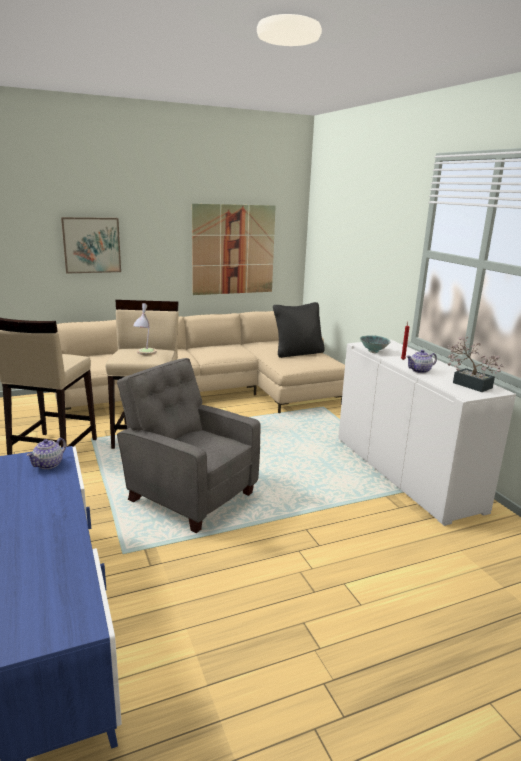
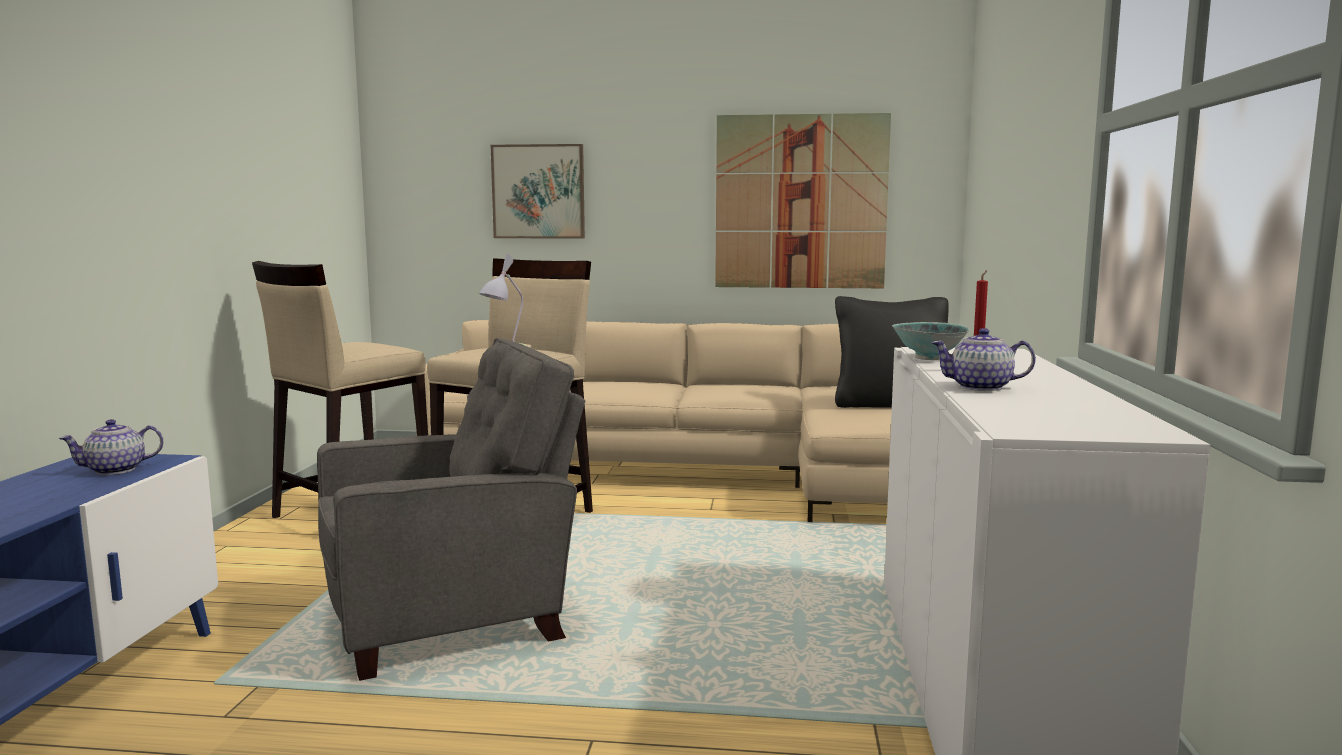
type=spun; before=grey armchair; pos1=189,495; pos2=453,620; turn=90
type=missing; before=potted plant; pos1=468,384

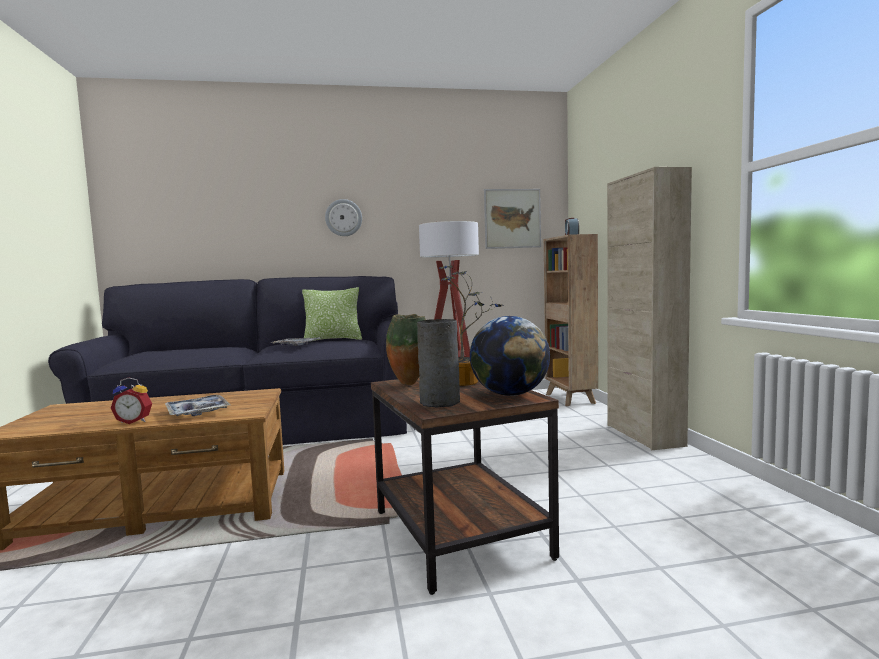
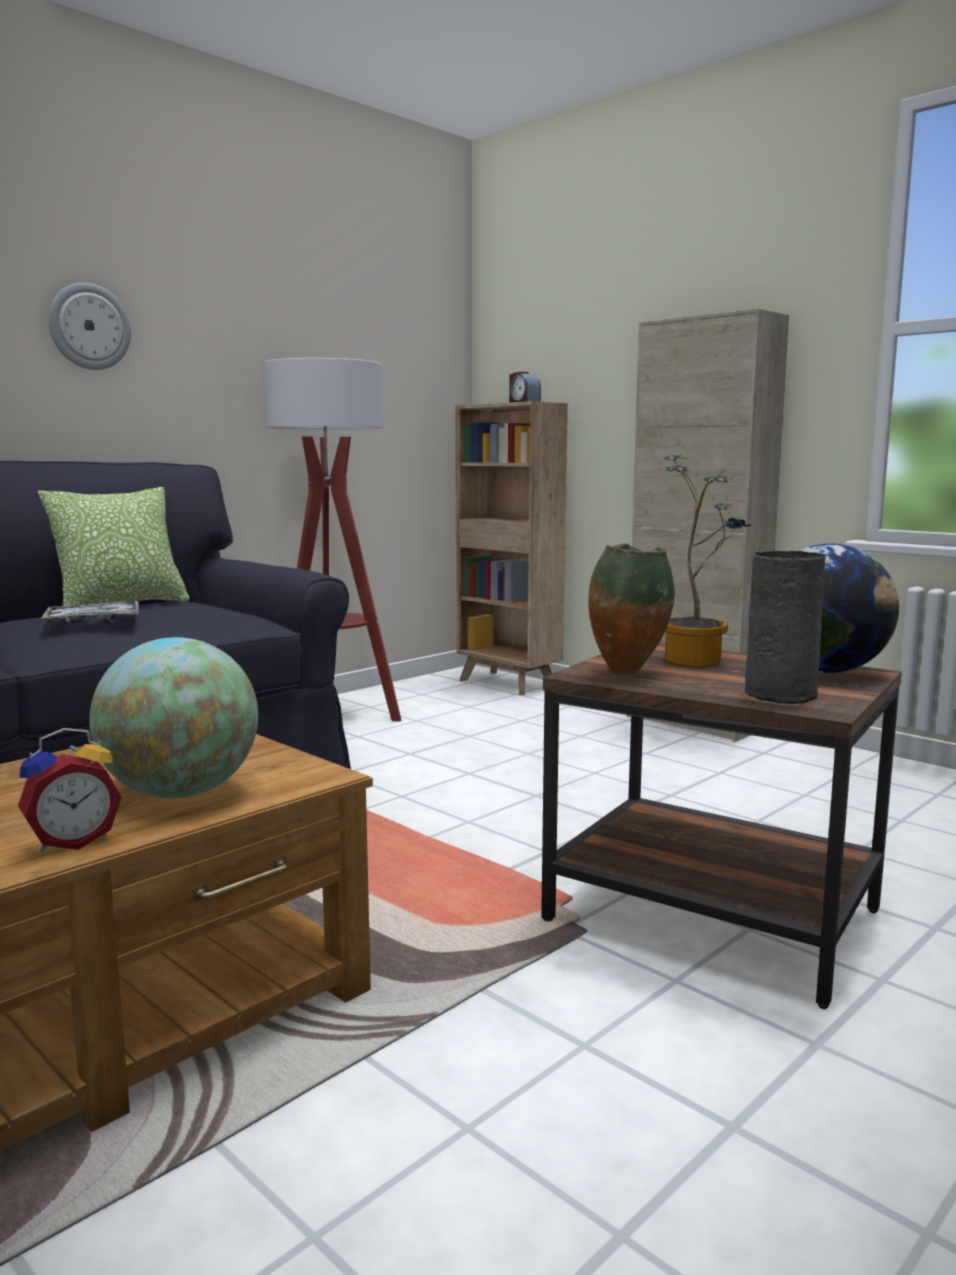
type=exchanged; before=tray; after=globe; pos1=197,412; pos2=181,793
type=missing; before=picture; pos1=512,218

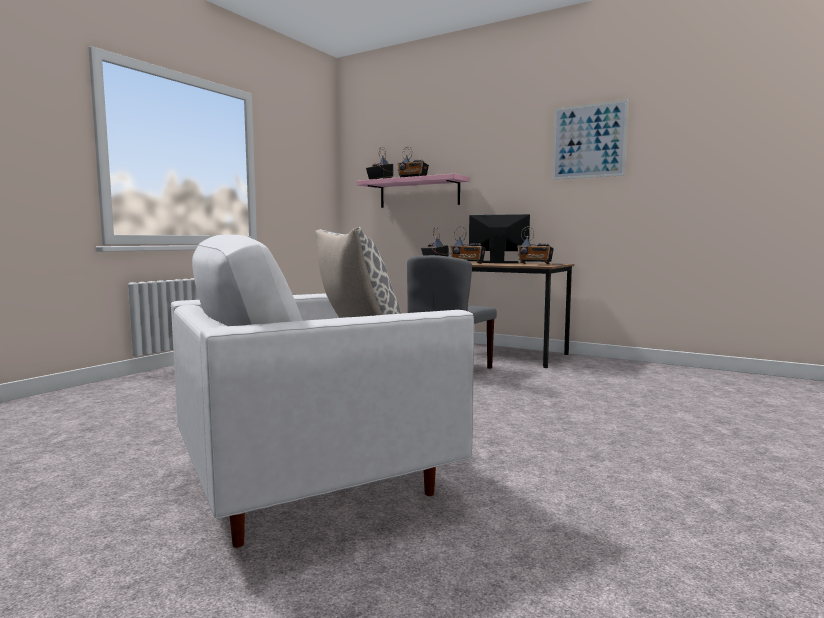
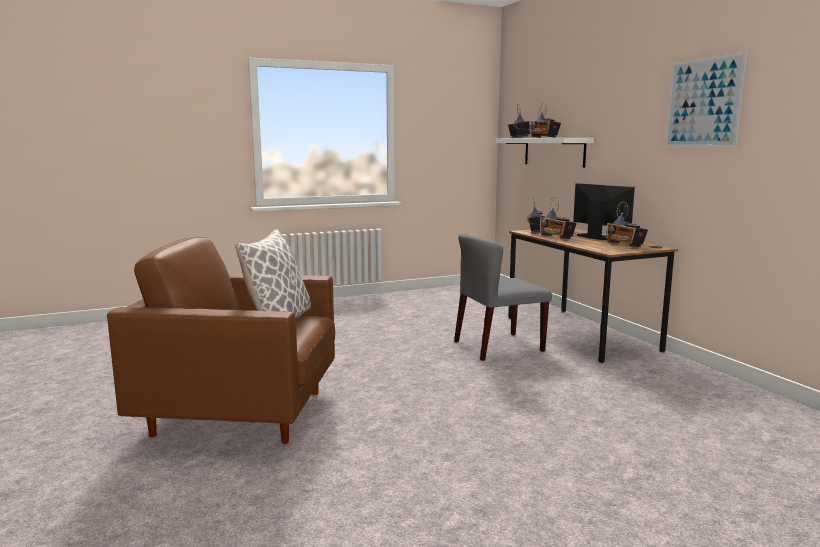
type=colour; before=white armchair; after=brown armchair; pos1=316,482; pos2=243,413
type=colour; before=pink shelf; after=white shelf; pos1=419,193; pos2=554,152

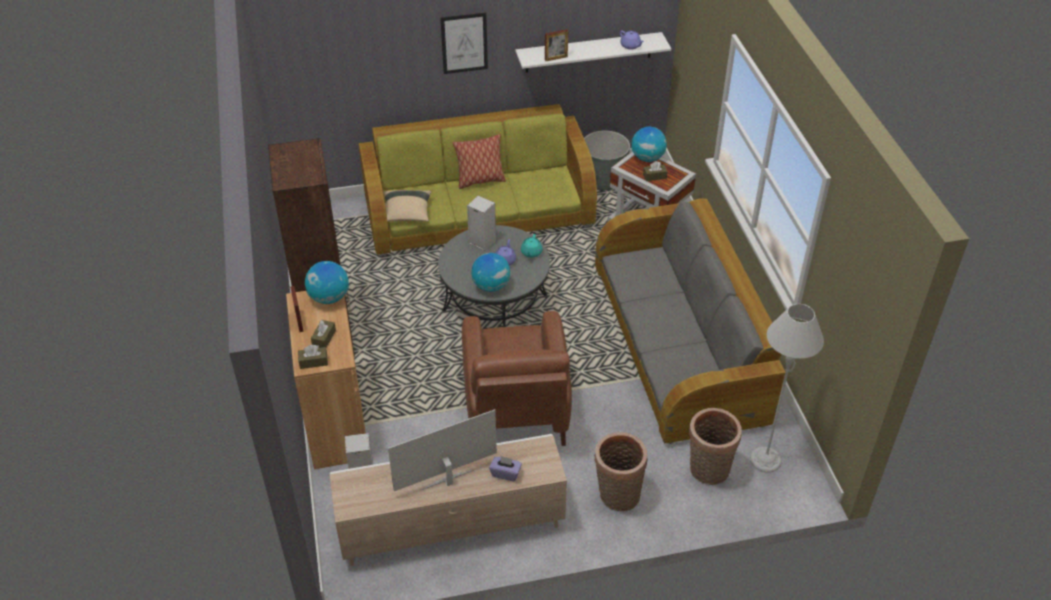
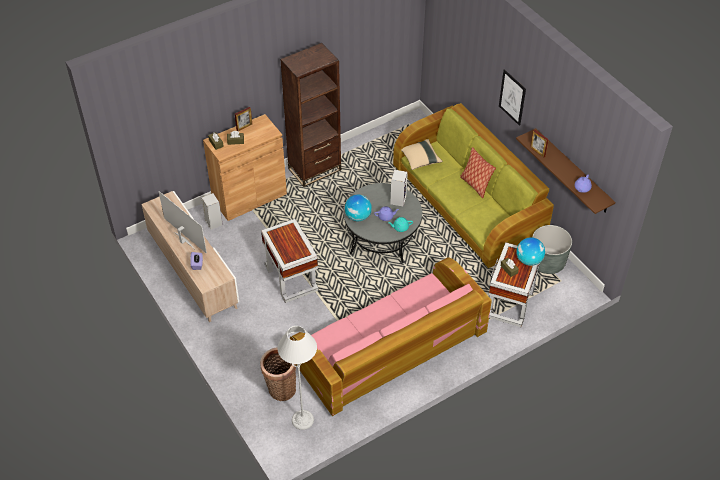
type=exchanged; before=brown armchair; after=white side table; pos1=516,412; pos2=291,277
type=colour; before=grey sofa; after=pink sofa; pos1=679,345; pos2=389,349
type=colour; before=white shelf; after=brown shelf; pos1=588,52; pos2=572,171
type=missing; before=globe; pos1=329,298
type=missing; before=basket; pos1=617,496

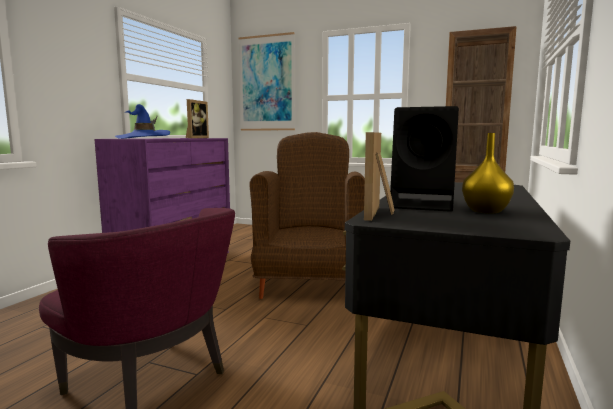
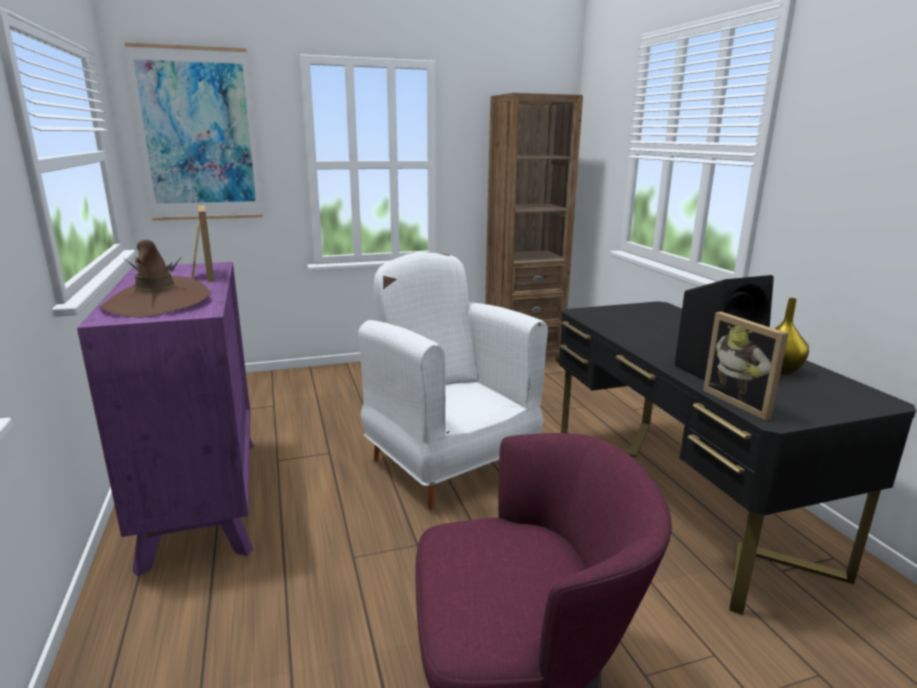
type=colour; before=blue hat; after=brown hat; pos1=143,138; pos2=157,303
type=colour; before=brown armchair; after=white armchair; pos1=311,284; pos2=450,463

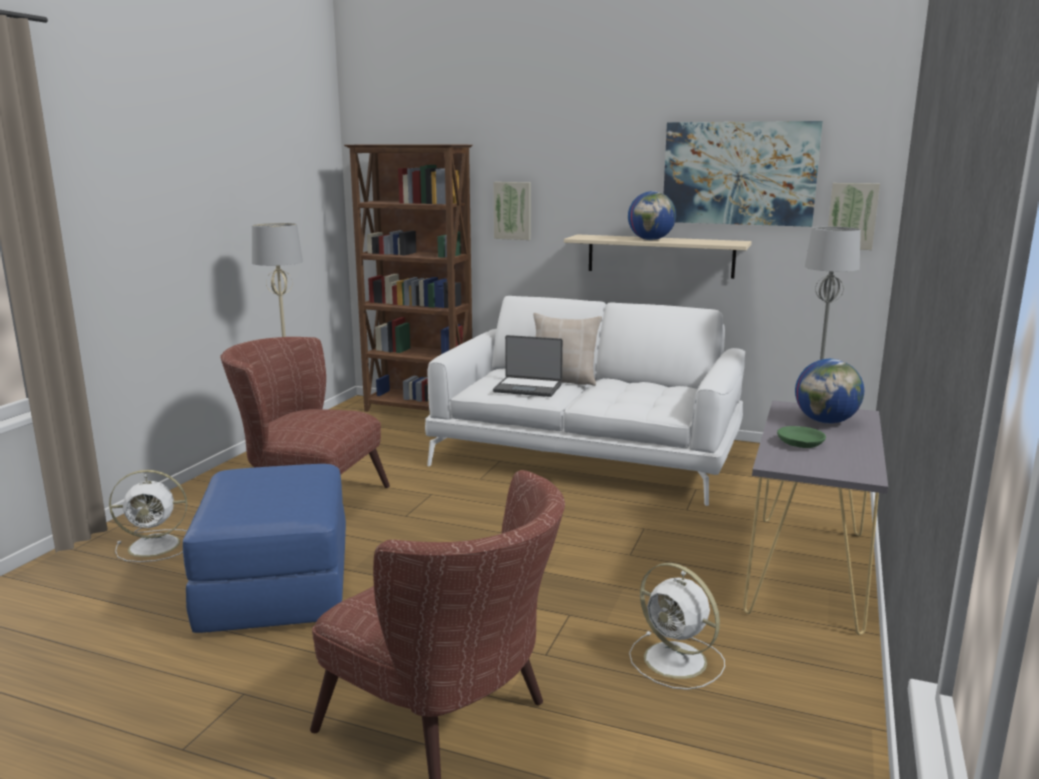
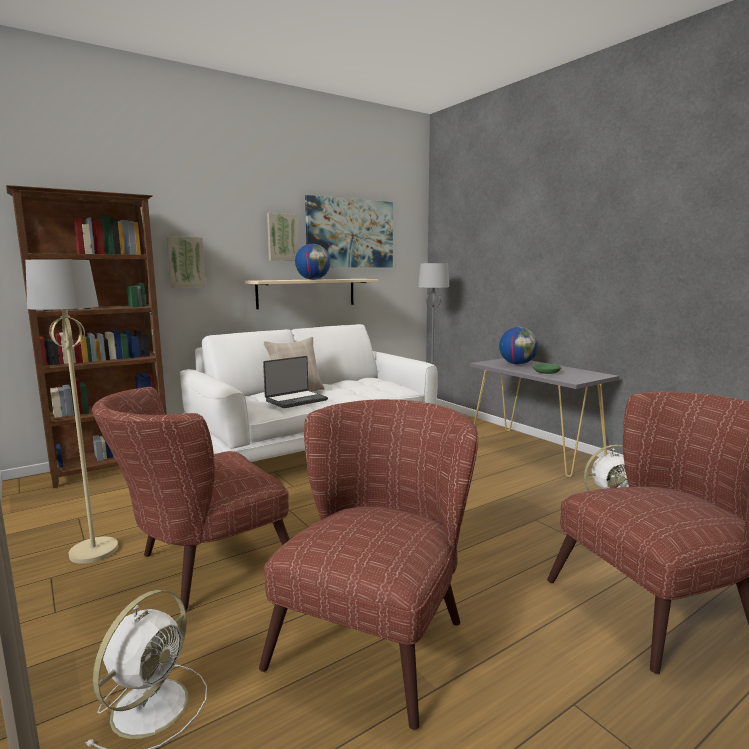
type=exchanged; before=blue ottoman; after=brown armchair; pos1=277,589; pos2=378,632
type=relocated; before=picture; pos1=852,216; pos2=282,237

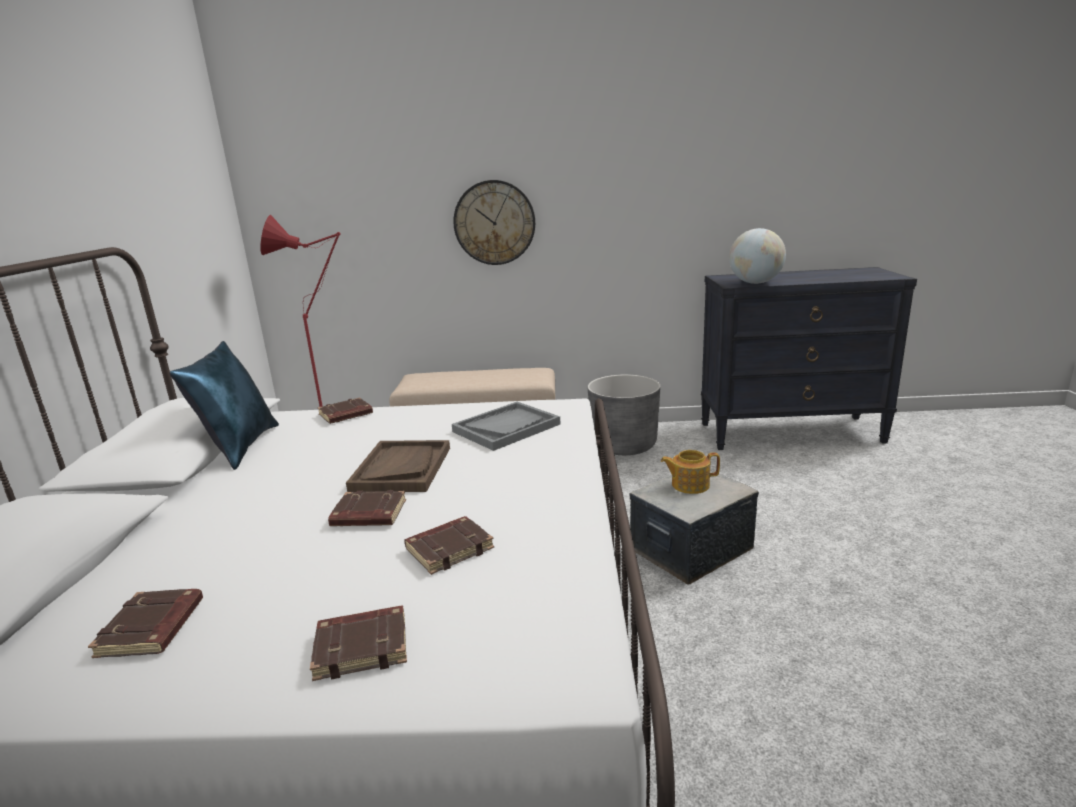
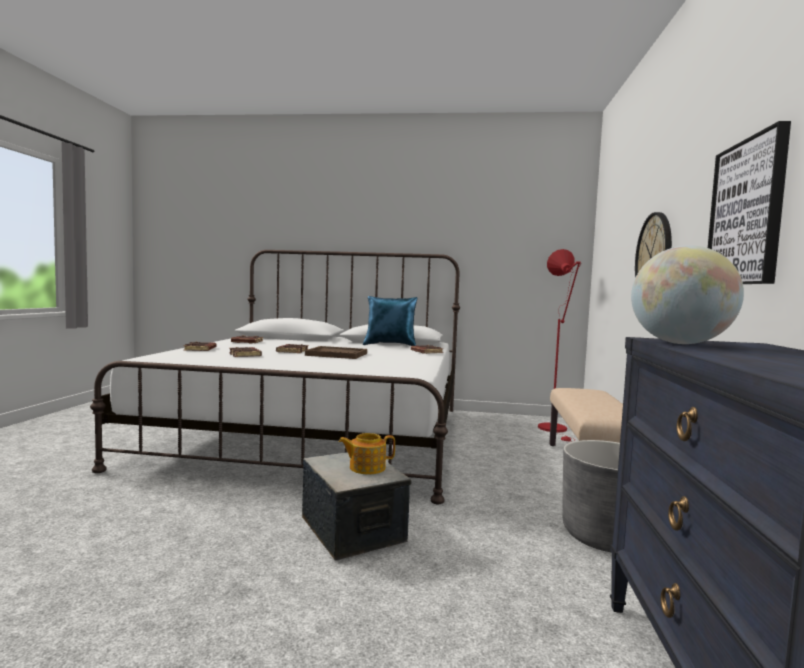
type=spun; before=teapot; pos1=689,485; pos2=366,468; turn=-105
type=appeared; after=picture; pos2=747,213
type=missing; before=grey tray; pos1=506,428

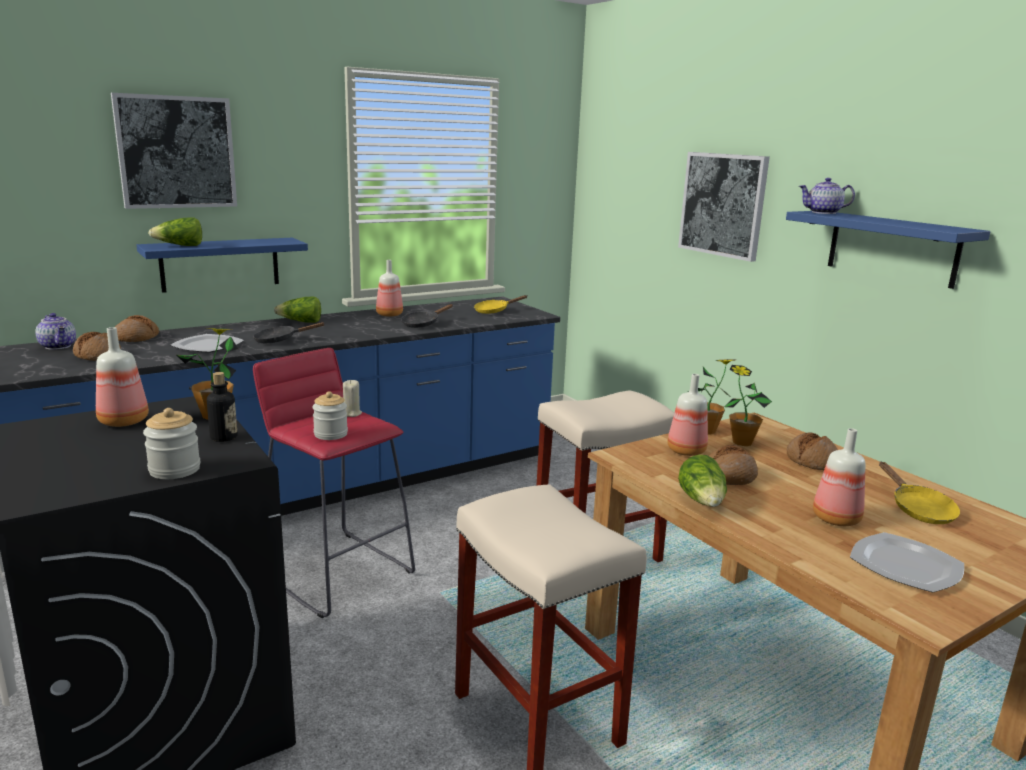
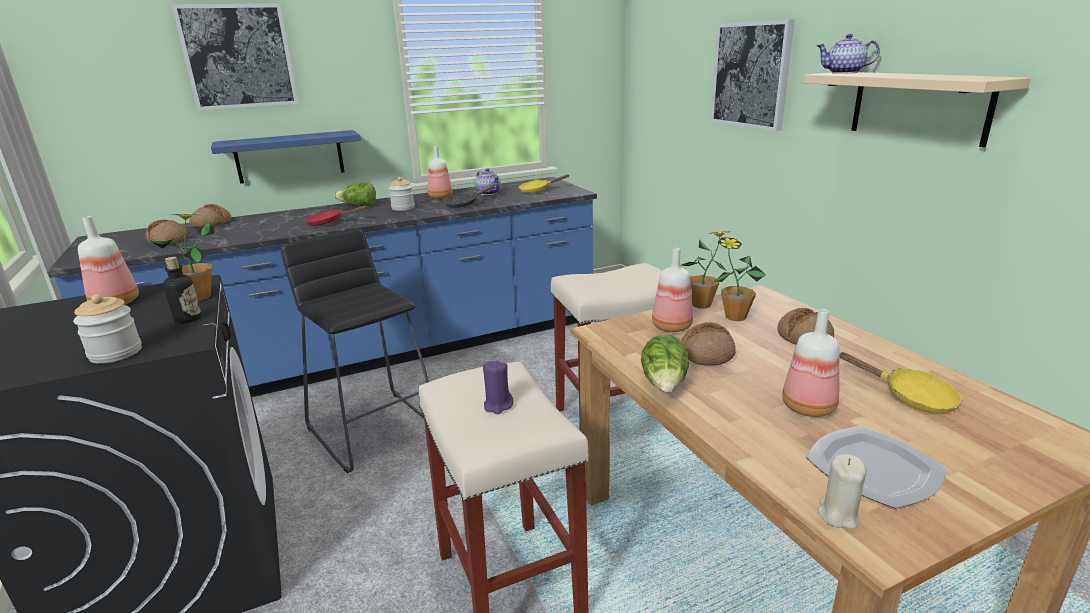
type=colour; before=red stool; after=black stool; pos1=336,571; pos2=374,428
type=colour; before=black frying pan; after=red frying pan; pos1=280,340; pos2=329,222
type=relocated; before=jar; pos1=330,434; pos2=403,208
type=relocated; before=teapot; pos1=59,346; pos2=489,193
type=appeared; after=purple candle; pos2=498,405
type=colour; before=blue shelf; after=beige shelf; pos1=892,248; pos2=918,106
type=relocated; before=beige candle; pos1=351,413; pos2=837,515
type=spun; before=yellow frying pan; pos1=918,509; pos2=910,397; turn=-45
type=missing; before=lettuce; pos1=180,246
type=missing; before=plate; pos1=208,346

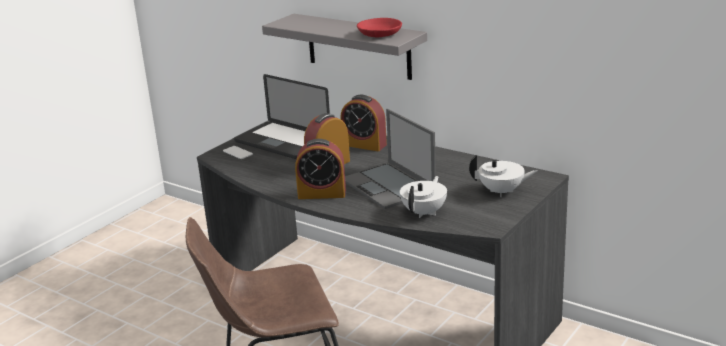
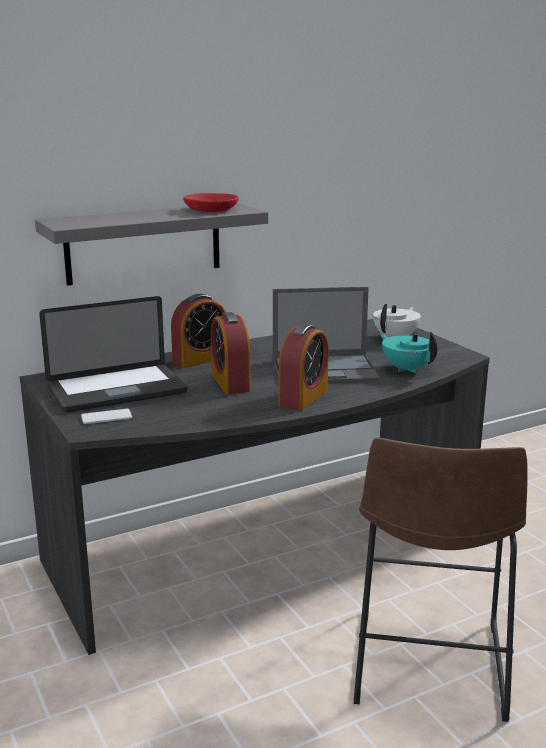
type=colour; before=white teapot; after=turquoise teapot; pos1=424,212; pos2=406,369

